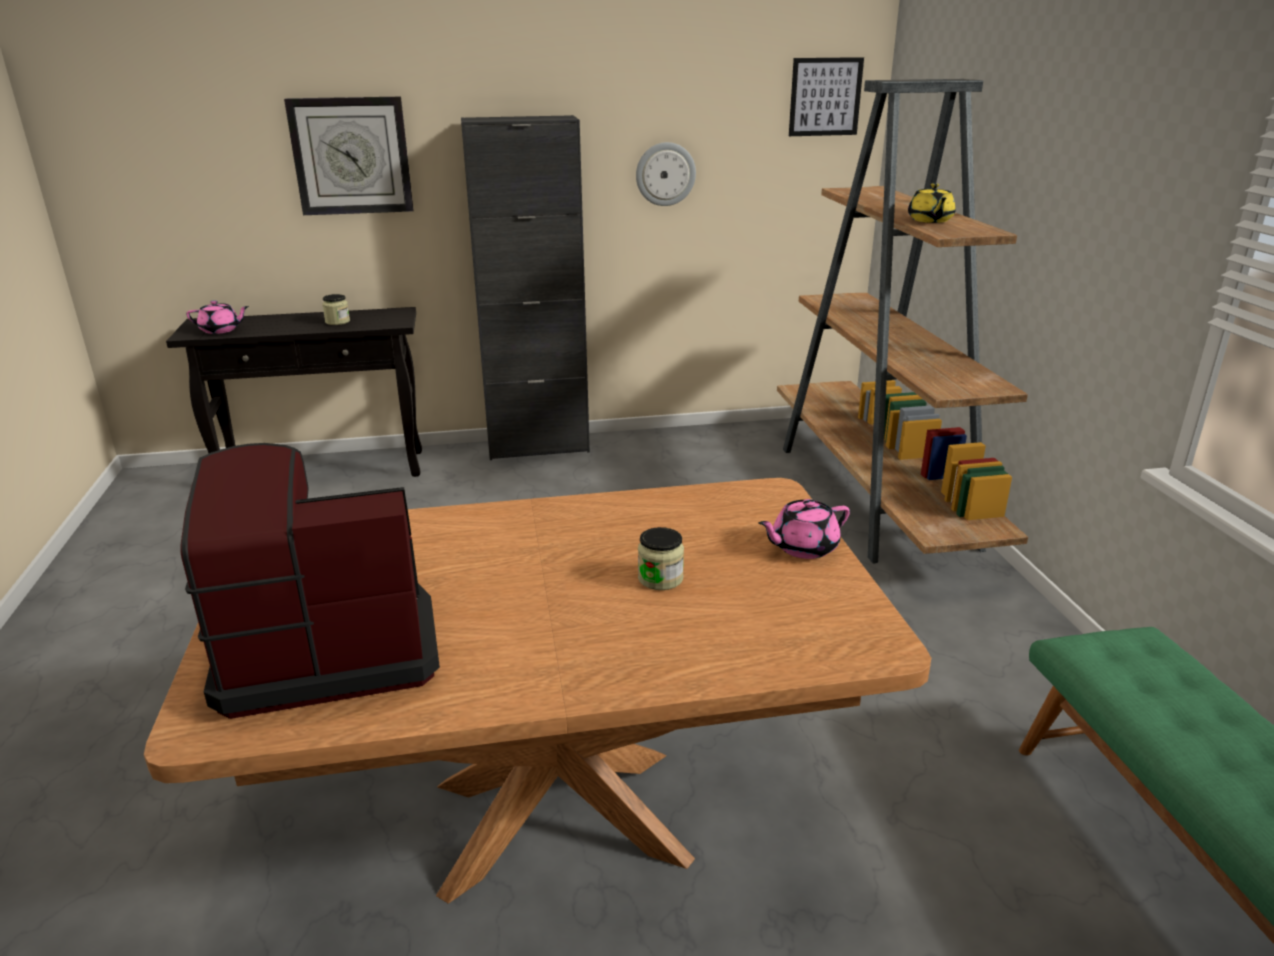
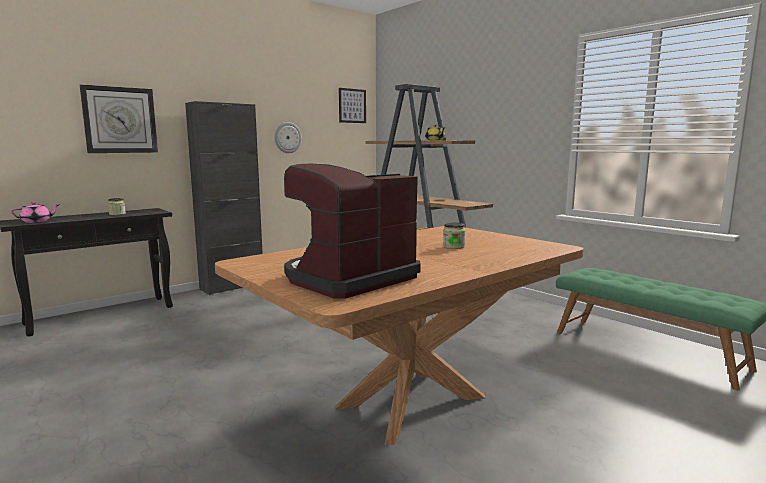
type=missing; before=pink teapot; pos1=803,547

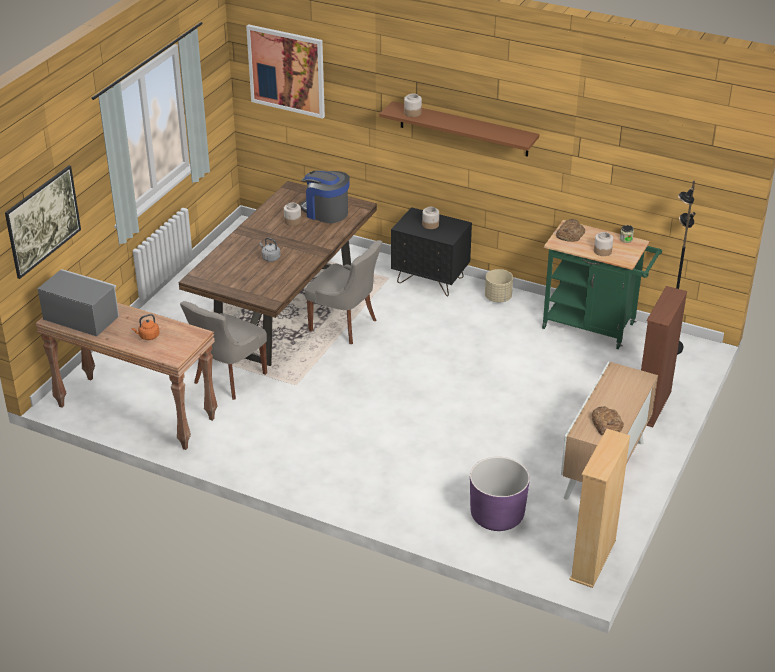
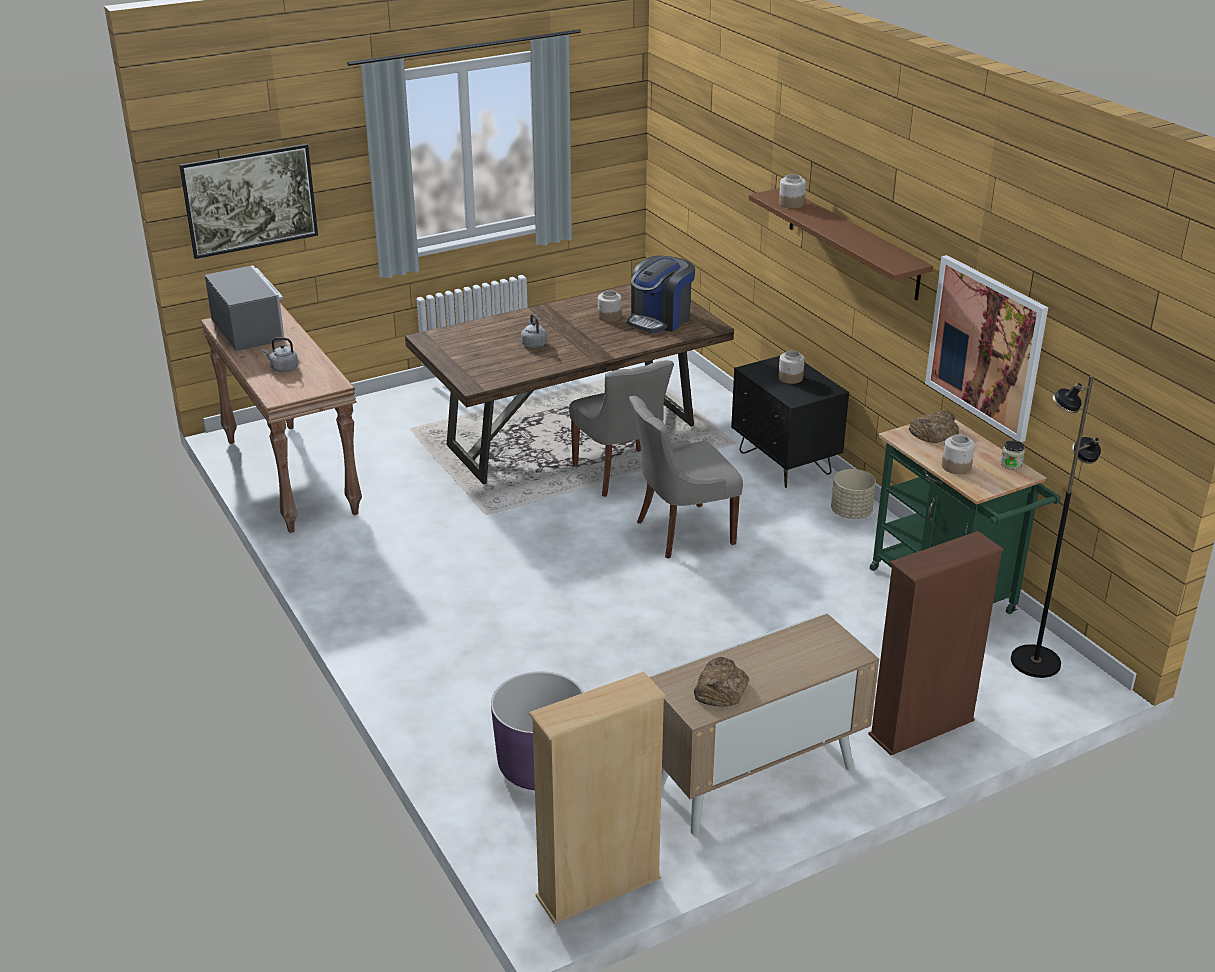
type=colour; before=orange kettle; after=grey kettle; pos1=148,336; pos2=283,368
type=spun; before=coffee machine; pos1=325,212; pos2=660,319; turn=-120
type=relocated; before=grey chair; pos1=228,378; pos2=682,532
type=relocated; before=picture; pos1=286,70; pos2=985,347

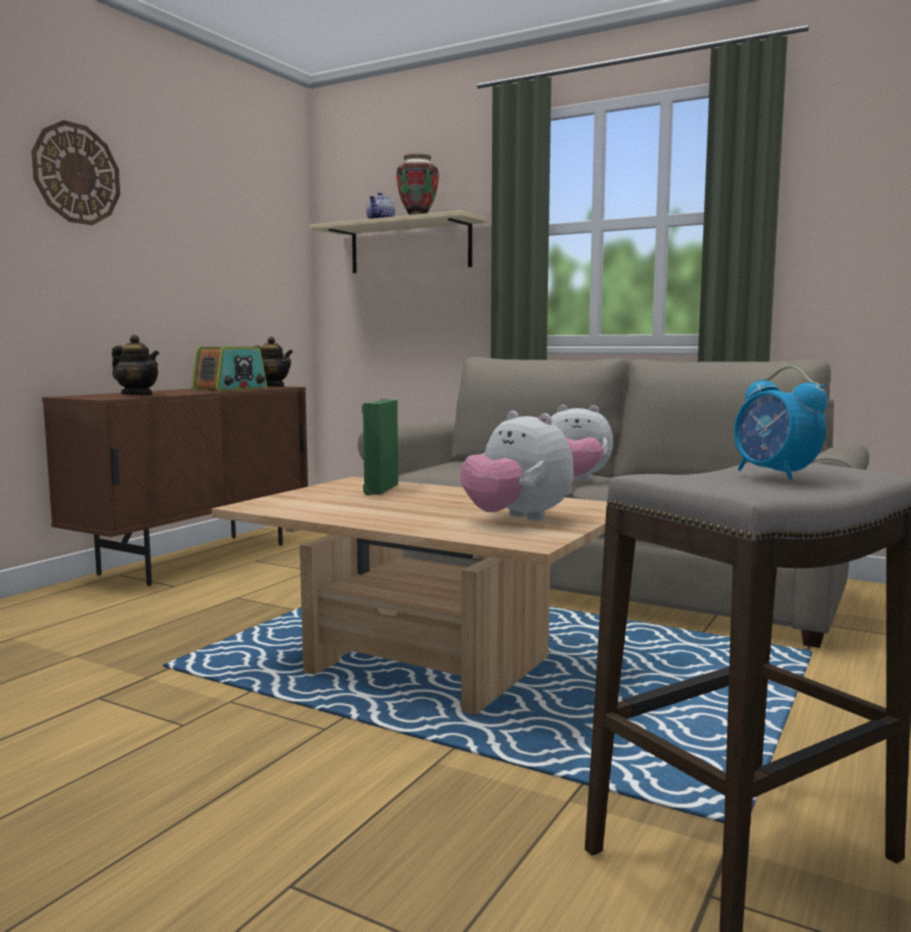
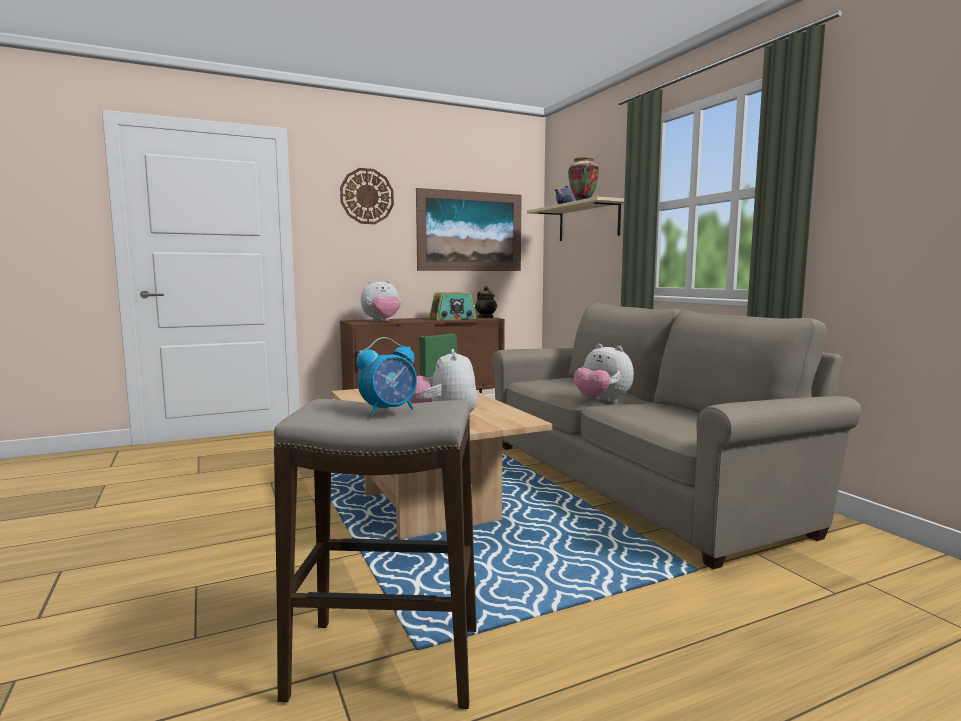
type=spun; before=alarm clock; pos1=775,474; pos2=389,410; turn=-135
type=exchanged; before=teapot; after=plush toy; pos1=137,395; pos2=382,321
type=appeared; after=picture; pos2=470,231

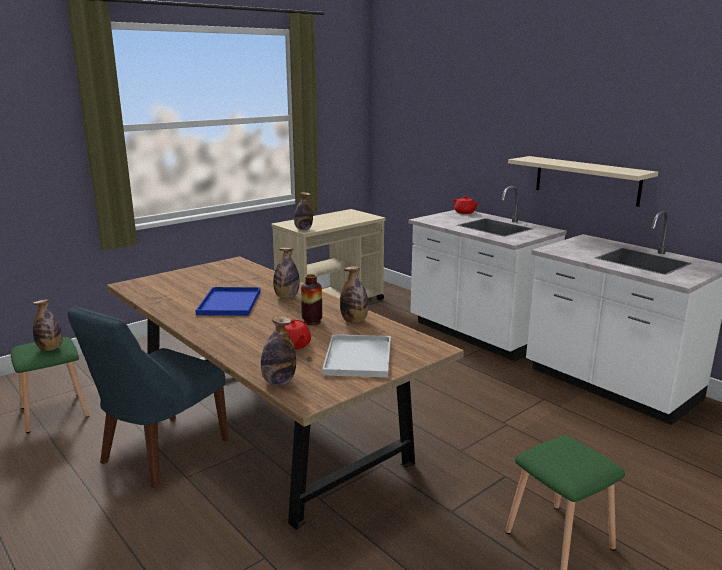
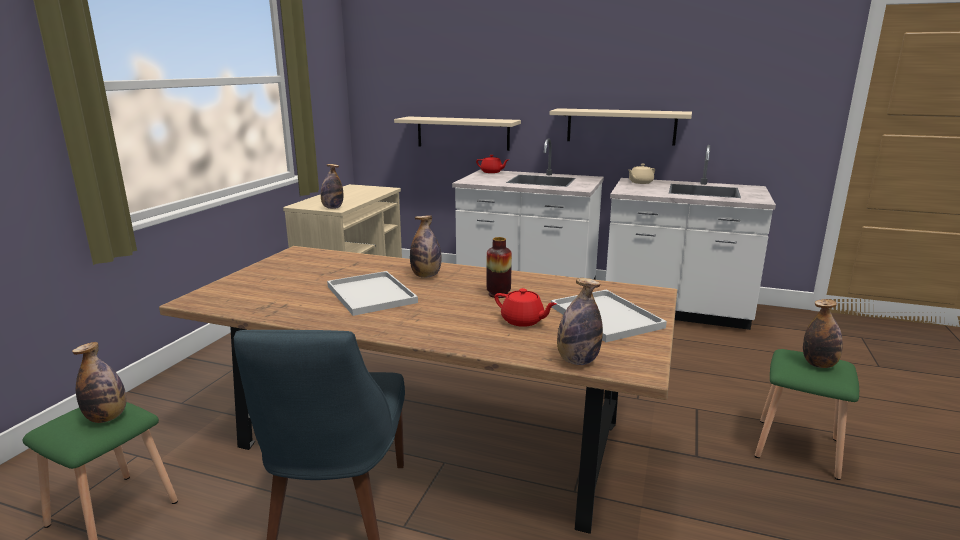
type=colour; before=blue tray; after=white tray; pos1=229,302; pos2=369,294
type=appeared; after=beige shelf; pos2=463,133
type=appeared; after=beige teapot; pos2=640,182
type=relocated; before=bottle; pos1=354,321; pos2=819,364

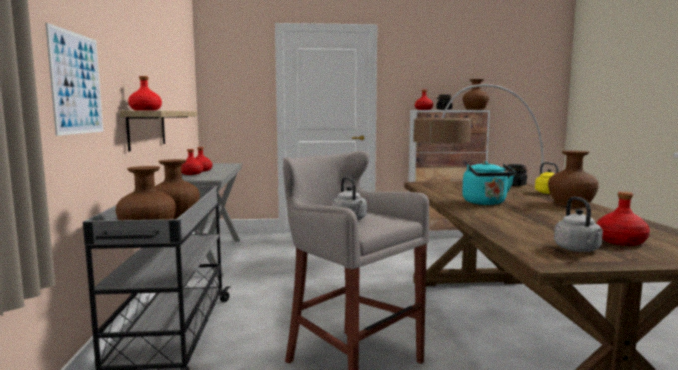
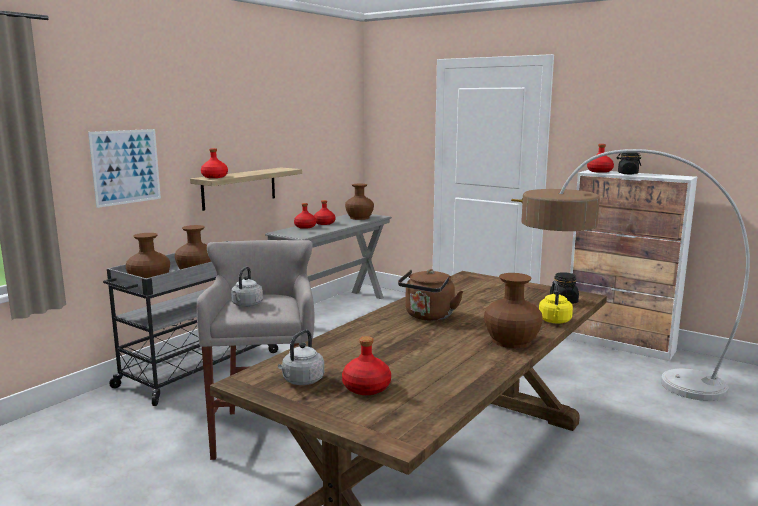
type=relocated; before=brown vase; pos1=475,109; pos2=359,218
type=colour; before=turquoise kettle; after=brown kettle; pos1=486,203; pos2=428,316

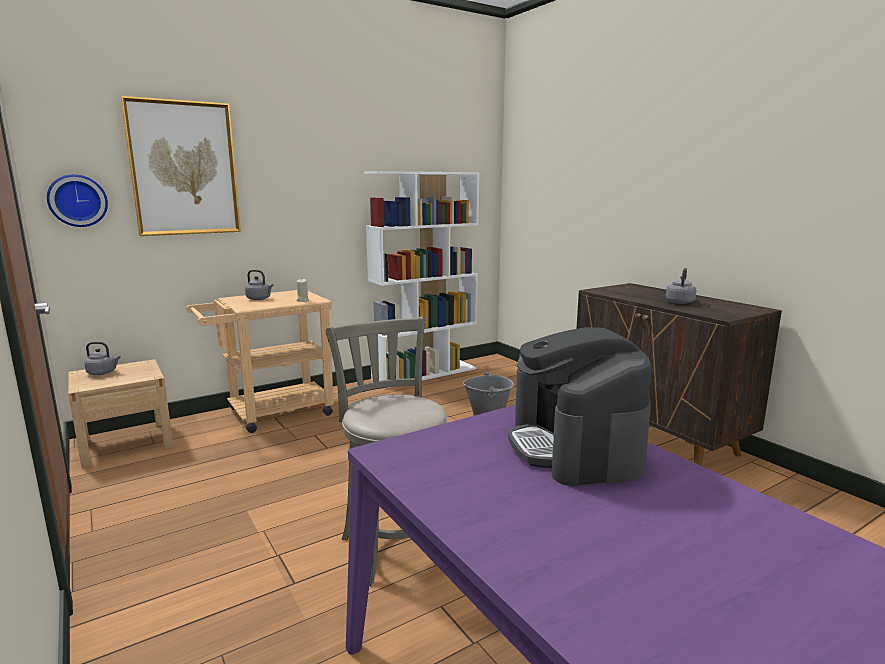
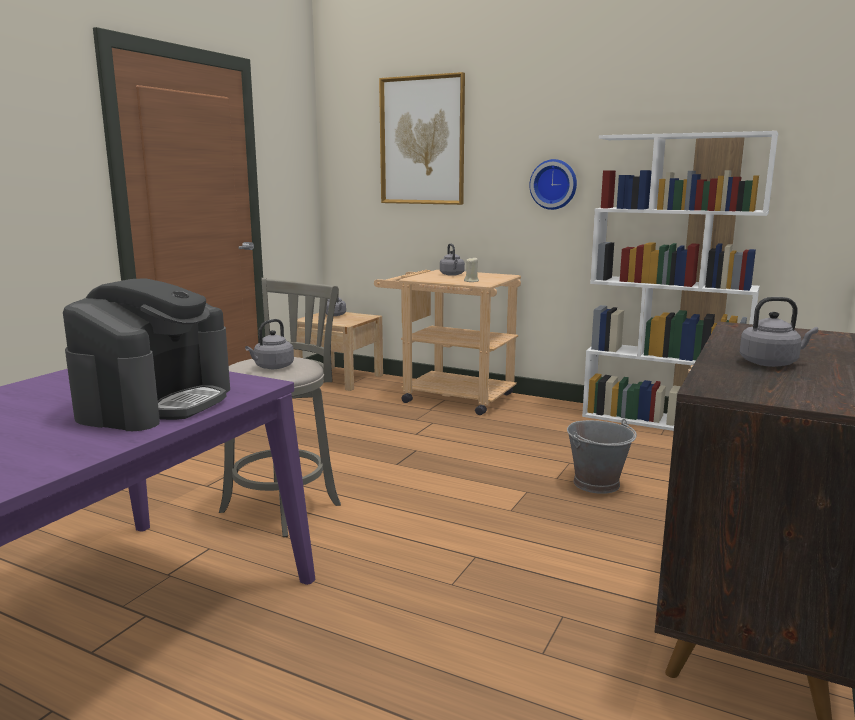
type=spun; before=coffee machine; pos1=574,447; pos2=156,403; turn=150
type=appeared; after=grey kettle; pos2=272,367
type=relocated; before=wall clock; pos1=77,200; pos2=554,184

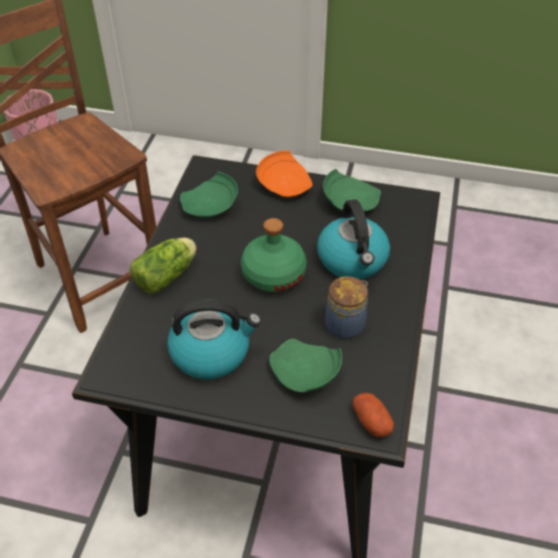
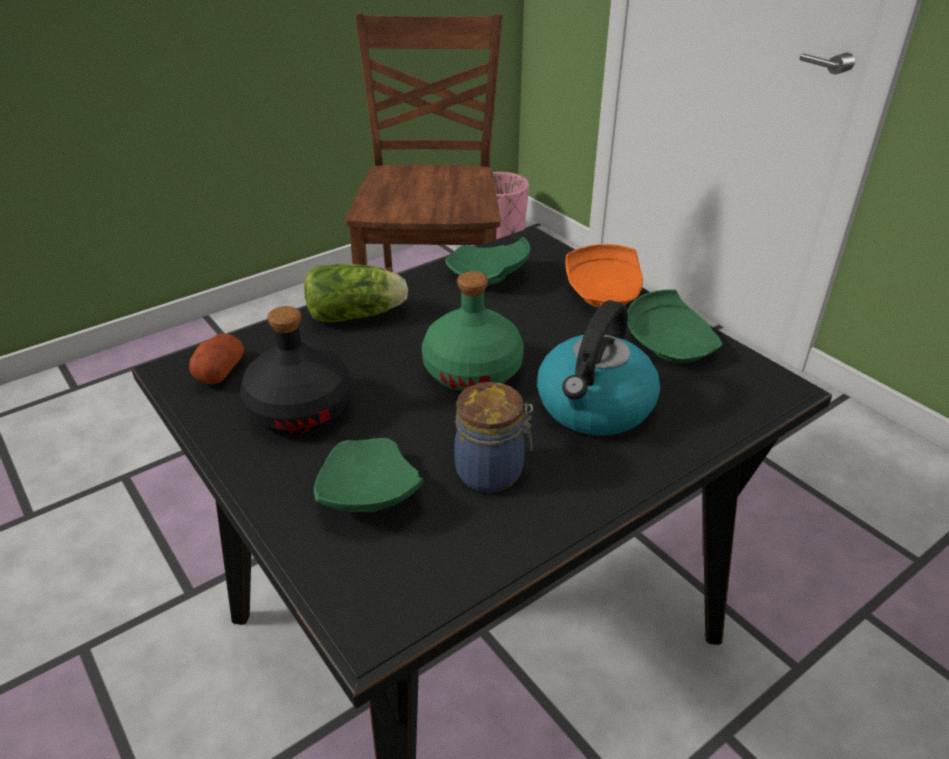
type=relocated; before=potato; pos1=371,421; pos2=220,372
type=exchanged; before=kettle; after=black bottle; pos1=211,352; pos2=300,409

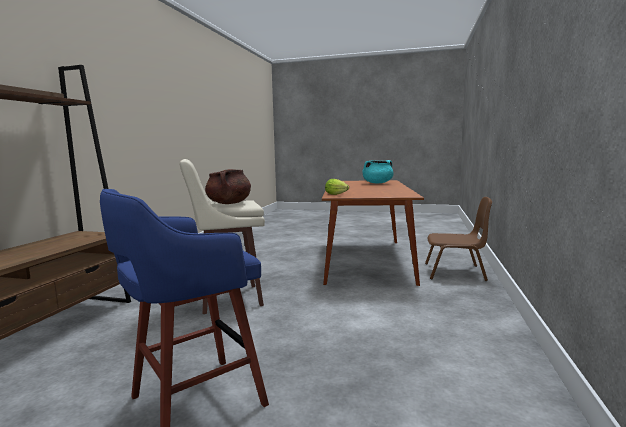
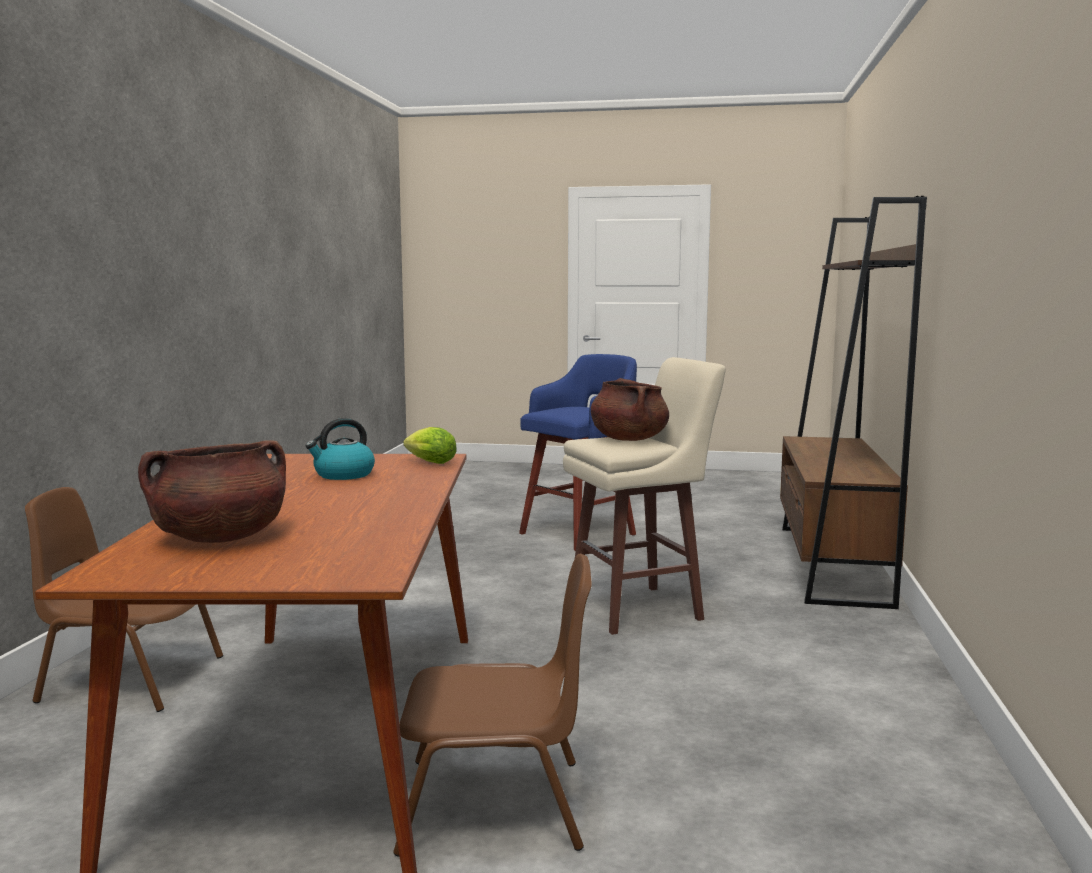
type=colour; before=turquoise cooking pot; after=brown cooking pot; pos1=377,183; pos2=220,538
type=appeared; after=kettle; pos2=343,475
type=appeared; after=brown chair; pos2=496,805

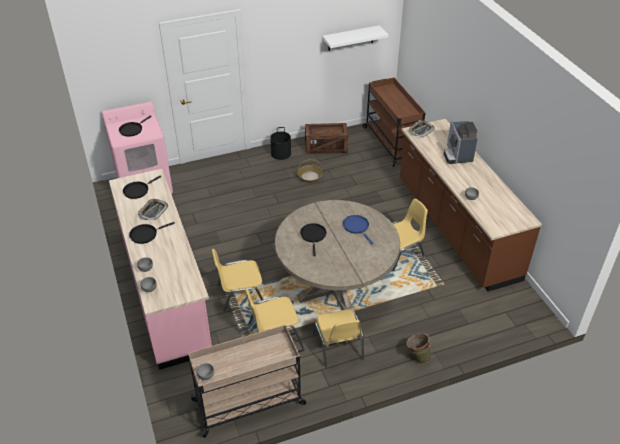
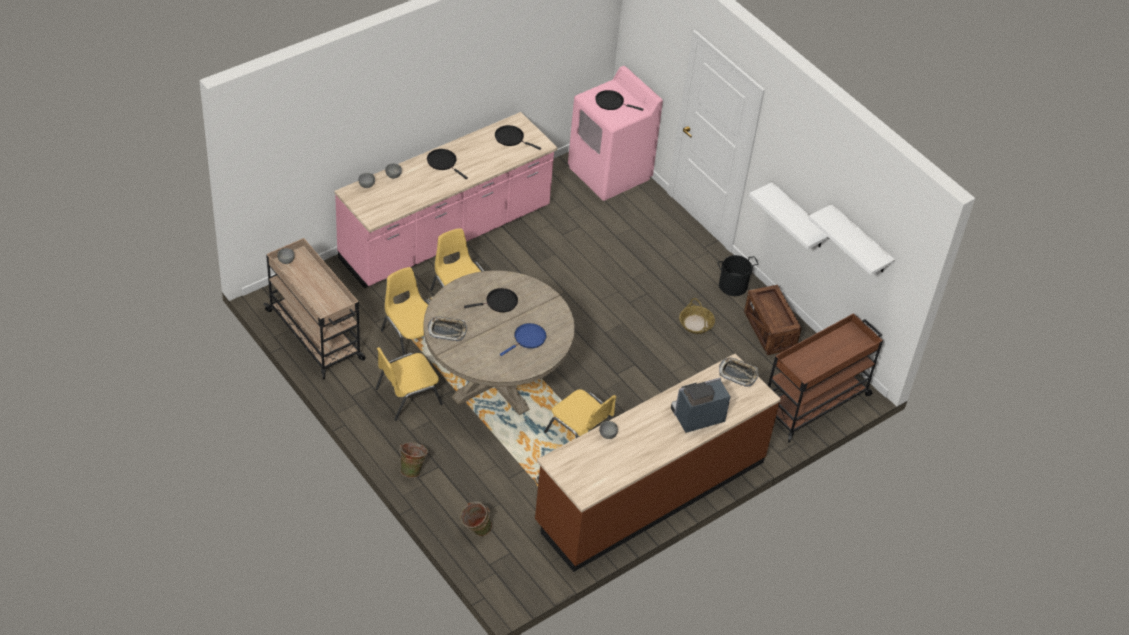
type=relocated; before=tray; pos1=153,211; pos2=447,330
type=appeared; after=green bucket; pos2=475,531
type=appeared; after=white shelf; pos2=799,217

